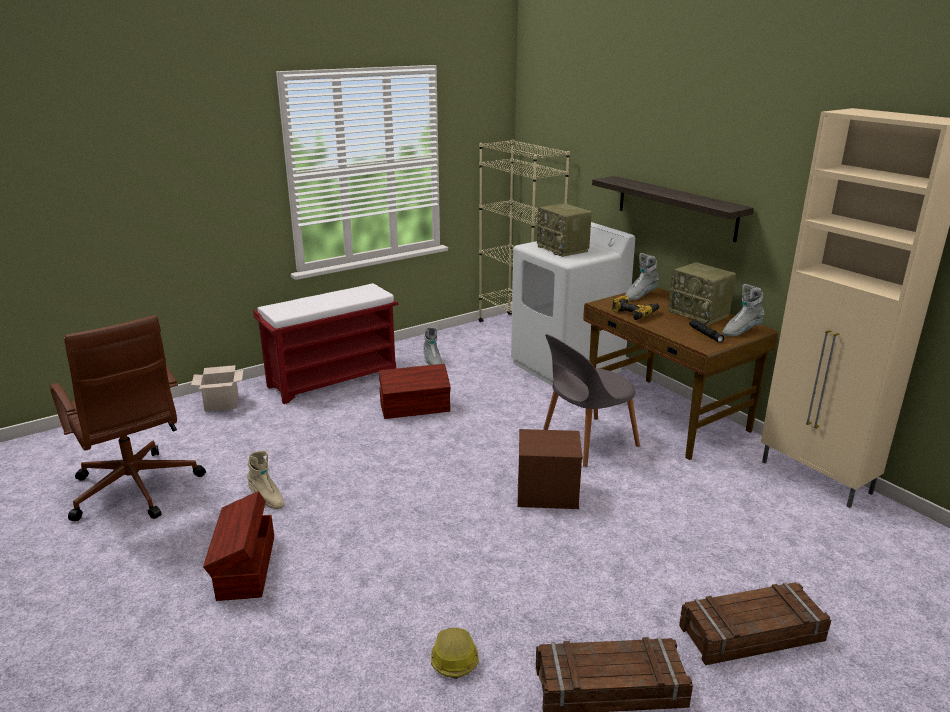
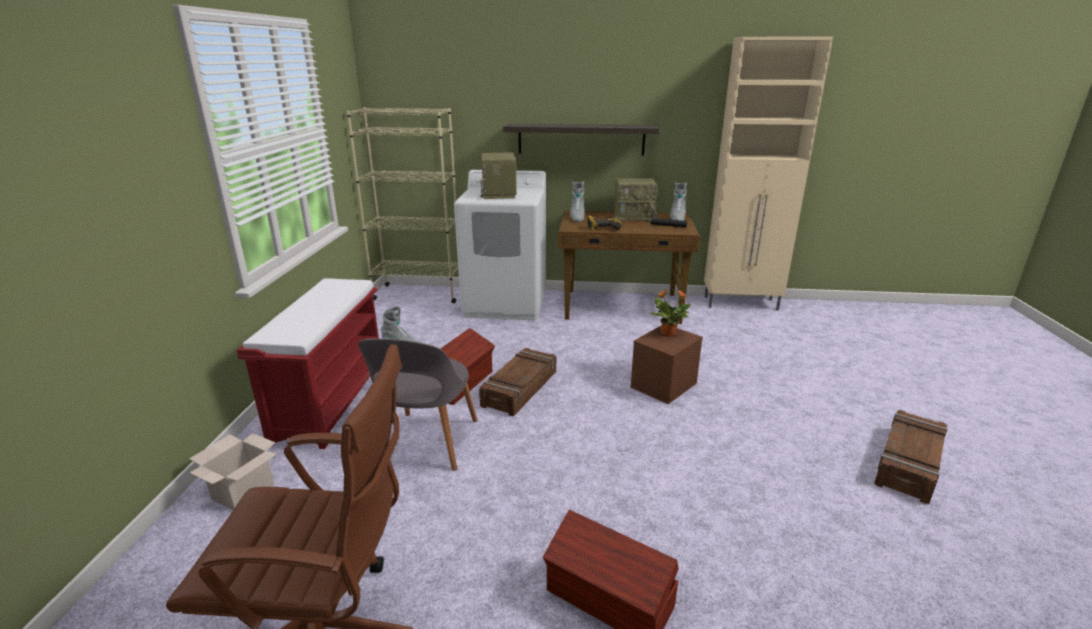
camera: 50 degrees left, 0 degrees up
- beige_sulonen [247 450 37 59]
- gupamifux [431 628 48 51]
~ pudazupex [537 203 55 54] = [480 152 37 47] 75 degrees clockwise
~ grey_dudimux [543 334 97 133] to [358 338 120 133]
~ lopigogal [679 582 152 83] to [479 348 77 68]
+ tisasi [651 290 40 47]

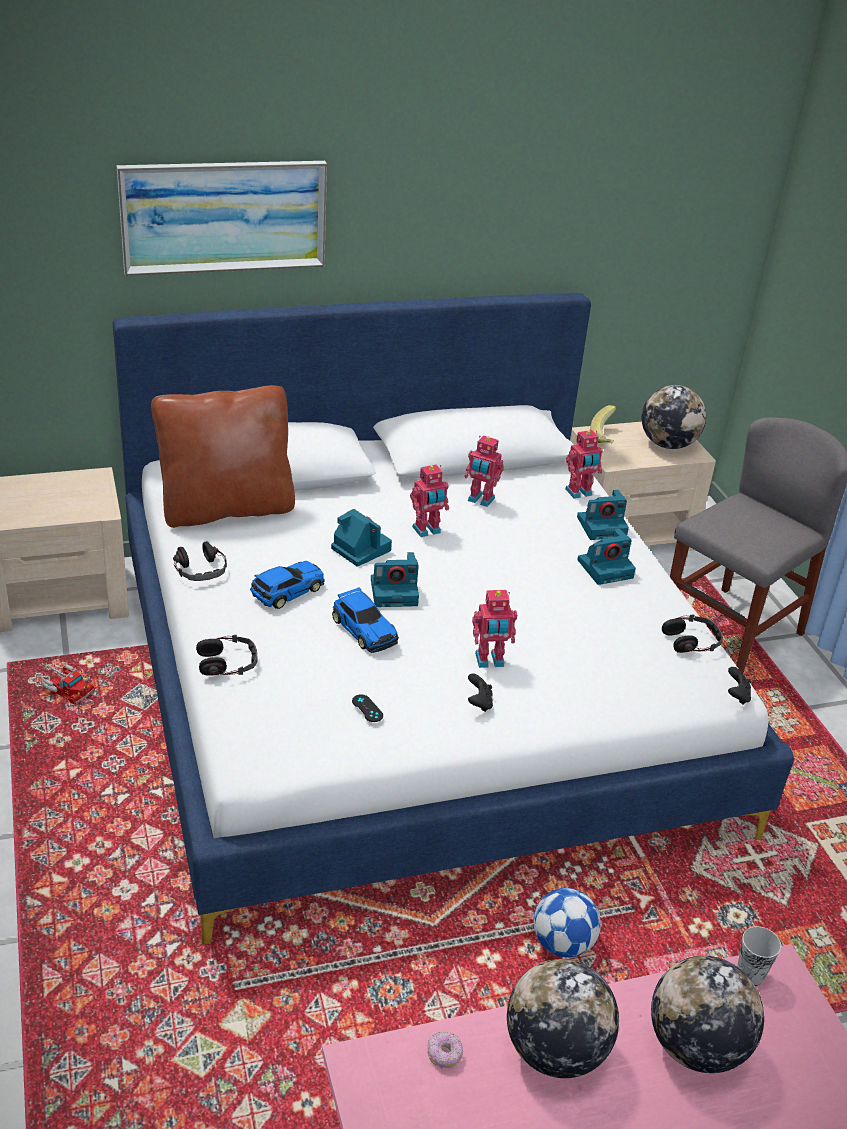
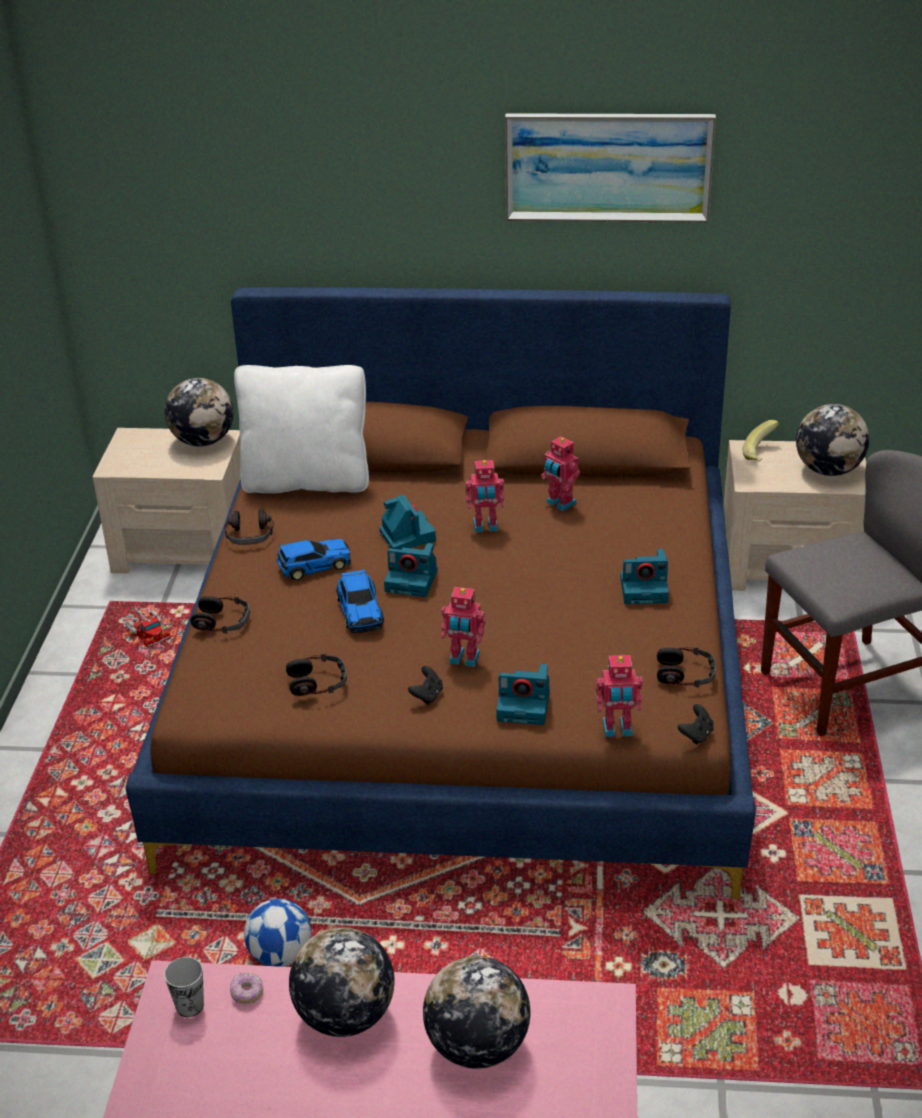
camera: 25 degrees right, 0 degrees up
~ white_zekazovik [113 293 681 652] to brown_zekazovik [126 287 630 612]
~ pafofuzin [117 161 210 115] to [505 113 211 110]
~ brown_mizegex [151 385 144 143] to white_mizegex [234 365 135 128]
~ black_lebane [352 694 31 28] to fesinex [286 654 61 42]
~ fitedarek [534 888 67 70] to [244 899 67 68]
~ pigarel [565 430 38 69] to [596 655 47 82]
~ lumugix [577 490 52 50] to [496 664 54 61]
~ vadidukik [737 926 44 60] to [164 957 40 60]
+ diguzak [165 378 69 69]

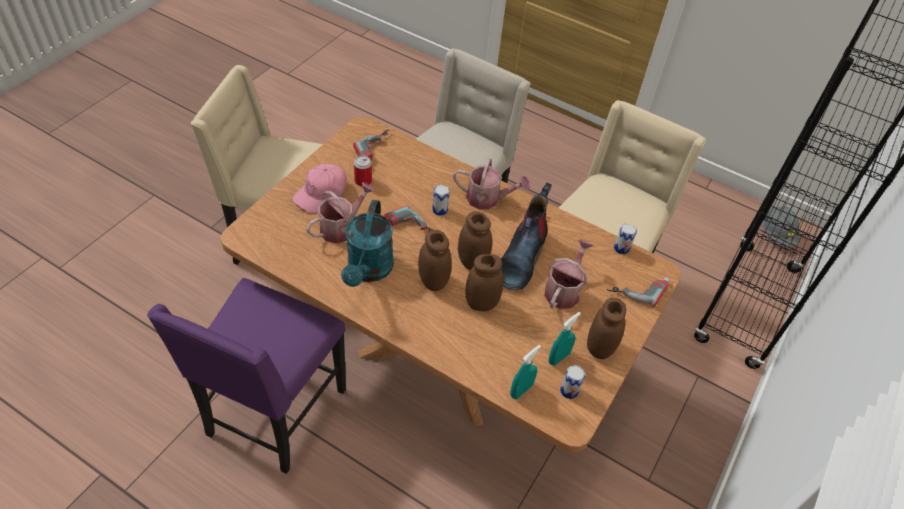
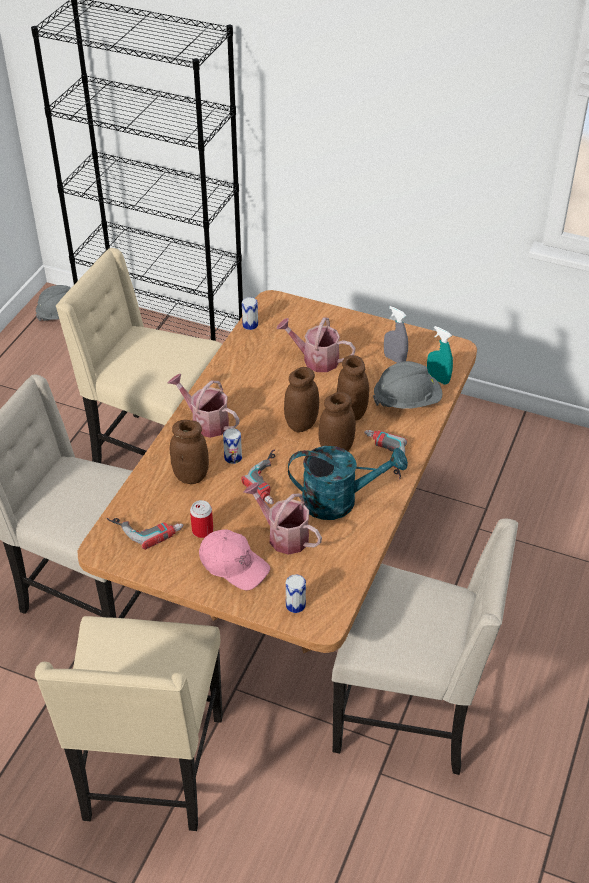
camera: 95 degrees left, 5 degrees down
~ purple_dudimux [147 278 199 196] to beige_dudimux [332 519 186 256]
~ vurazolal [453 159 77 50] = [168 374 71 64] 60 degrees counterclockwise
- sulonen [501 183 51 107]
~ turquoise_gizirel [549 312 32 54] to grey_gizirel [384 306 24 57]
~ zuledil [560 365 25 34] to [286 574 20 39]
~ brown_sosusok [587 298 39 61] to [170 420 39 64]
~ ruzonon [607 277 63 30] to [364 430 43 50]
+ grey_gupamifux [373 361 69 48]

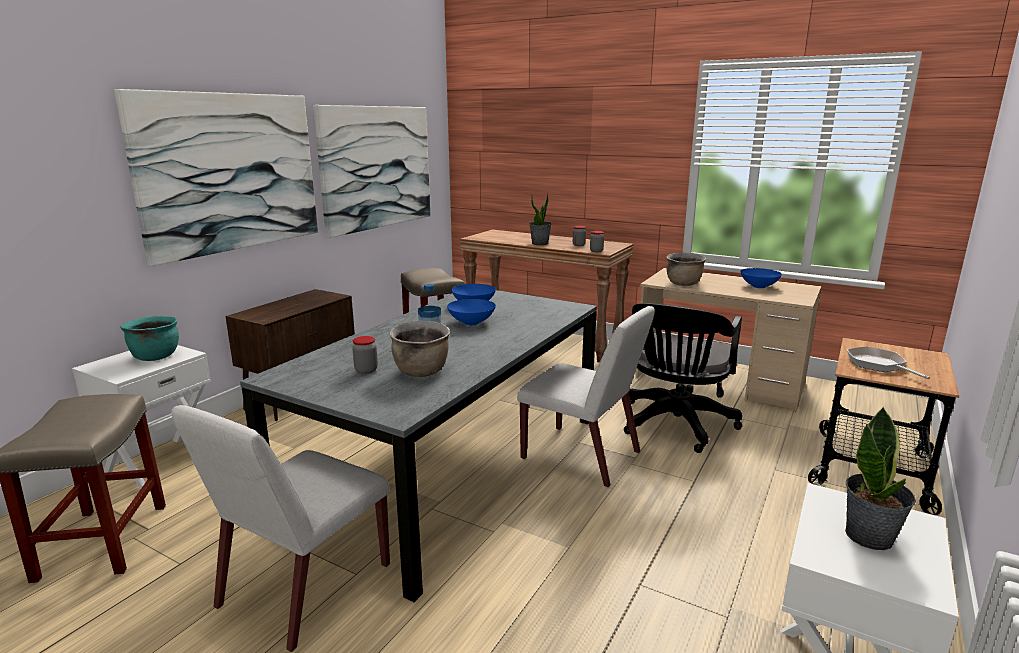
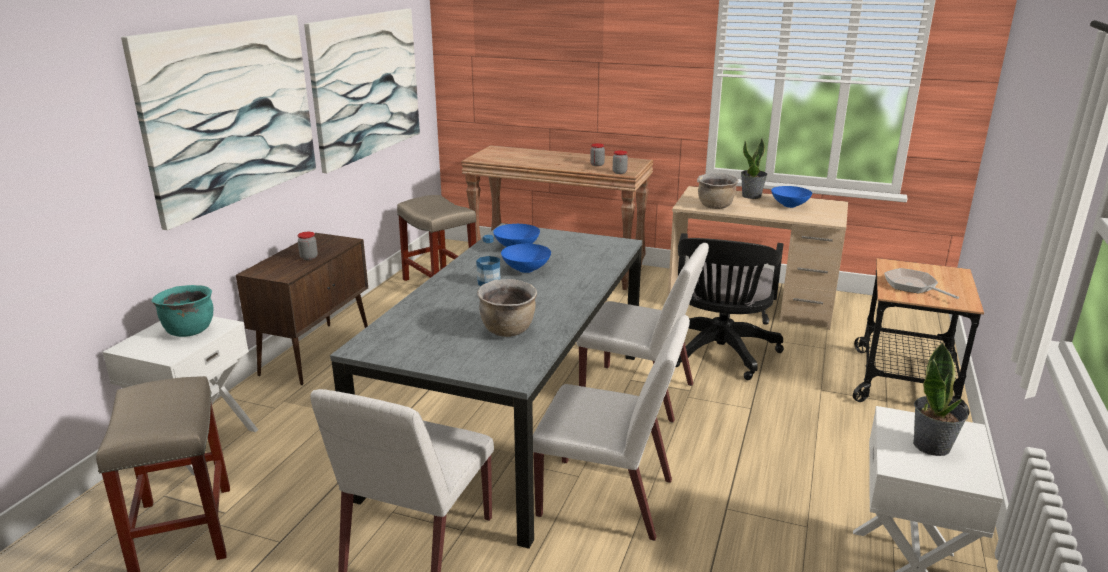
camera: 10 degrees left, 5 degrees up
~ sosusok [352 336 26 38] to [298 232 20 28]
~ tisasi [529 193 23 52] to [741 138 27 61]
+ white_dudimux [533 315 157 226]

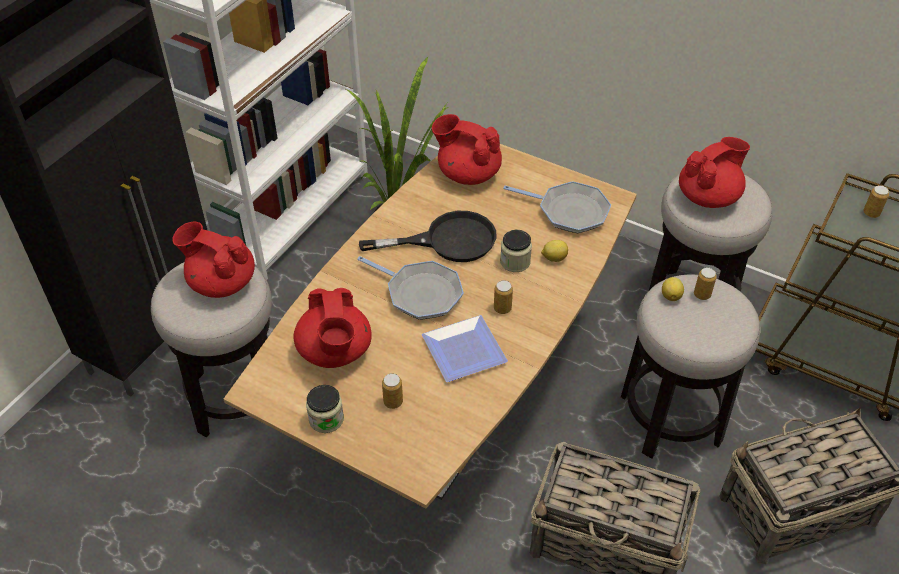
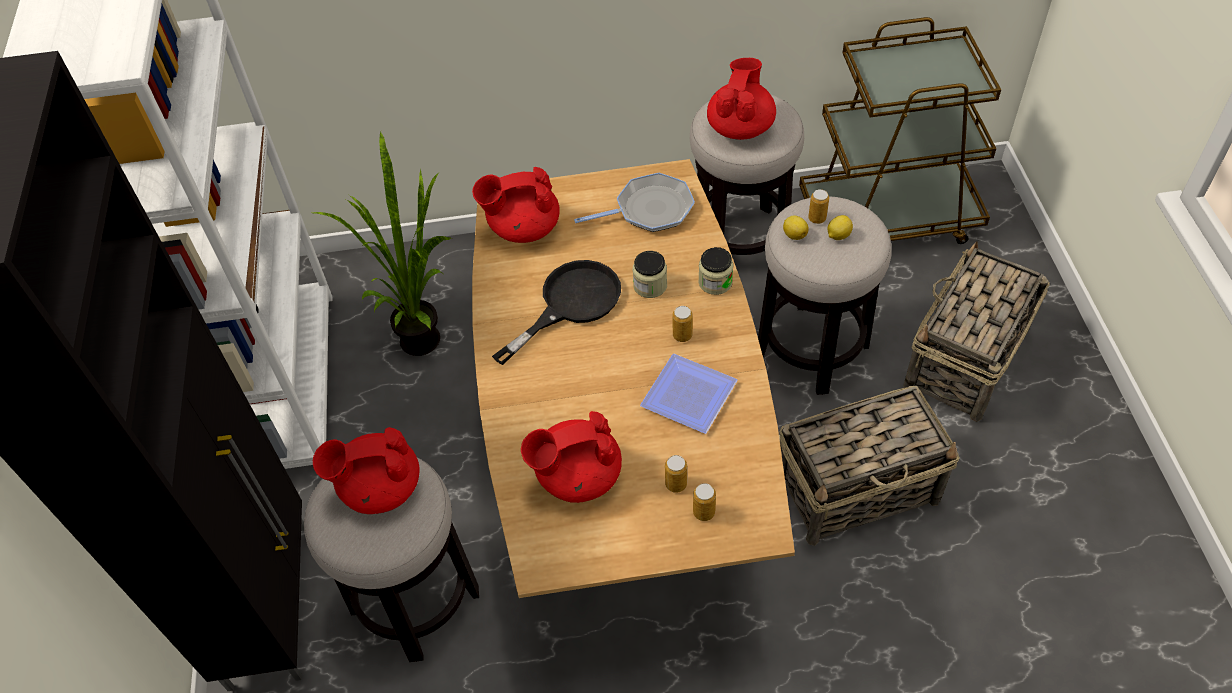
camera: 35 degrees left, 5 degrees up
~ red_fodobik [294 288 78 80] = [521 411 101 92] 120 degrees clockwise
~ sosusok [306 385 38 48] to [698 247 35 48]
- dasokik [357 256 107 64]
~ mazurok [541 240 27 22] to [828 215 25 25]
~ zuledil [863 185 26 33] to [693 483 23 38]

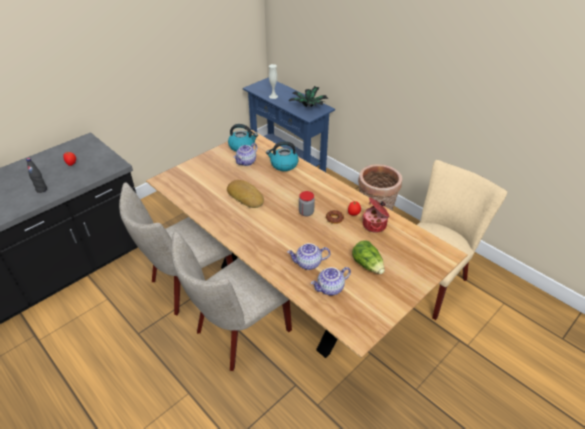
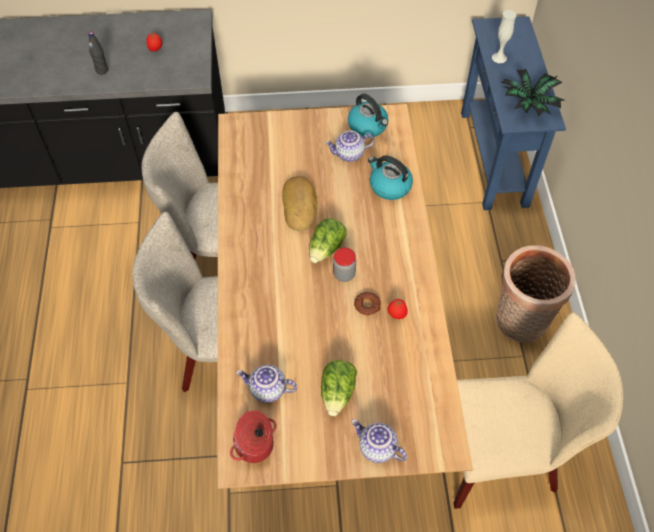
camera: 40 degrees right, 15 degrees up
~ fodobik [287 243 43 27] to [352 419 55 44]
~ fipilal [362 198 28 35] to [230 410 47 53]
+ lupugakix [309 218 38 45]

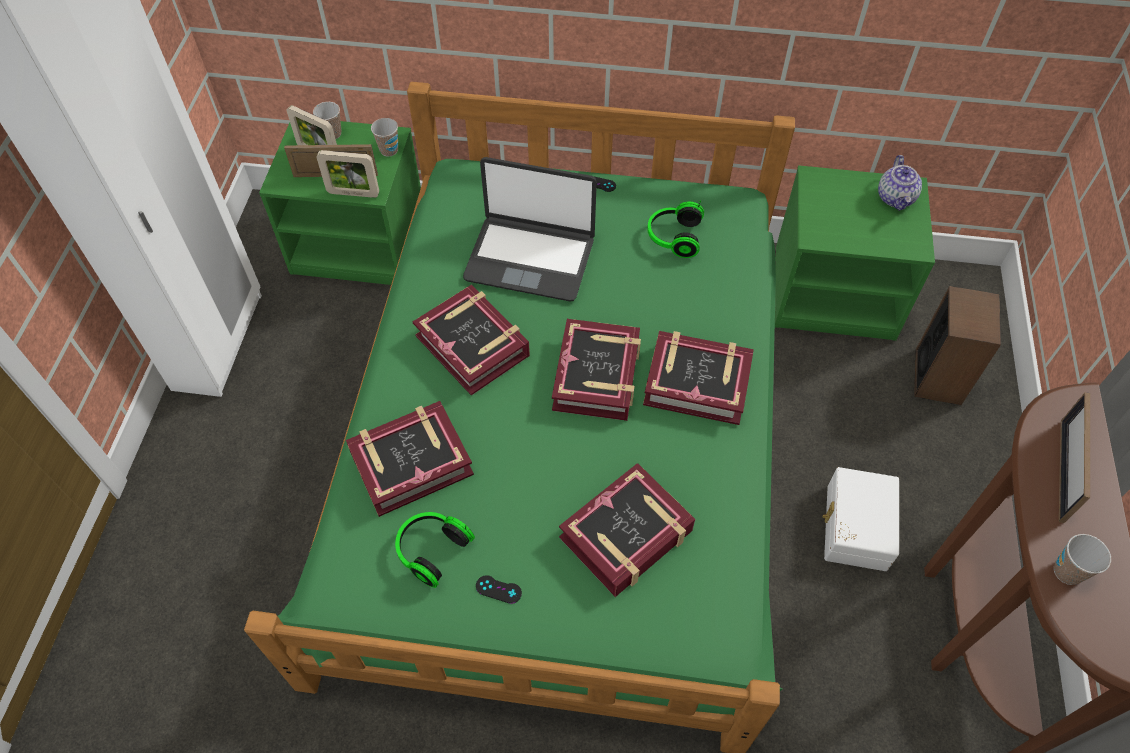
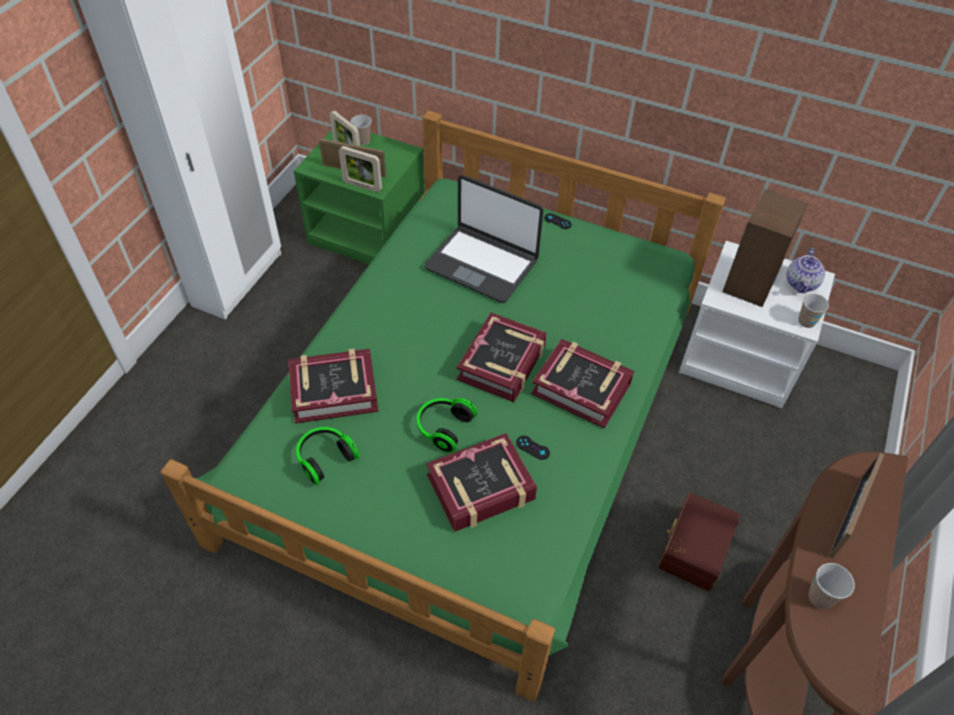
camera: 15 degrees right, 5 degrees down
~ vadidukik [371 118 27 39] to [798 293 31 35]
- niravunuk [413 285 117 111]
~ black_lebane [476 575 46 29] to [516 436 34 24]
~ fesinex [647 200 57 58] to [417 398 61 55]
~ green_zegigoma [775 165 160 176] to white_zegigoma [679 241 156 167]
~ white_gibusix [823 467 76 104] to brown_gibusix [658 492 82 99]
~ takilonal [914 286 87 119] to [723 189 84 118]

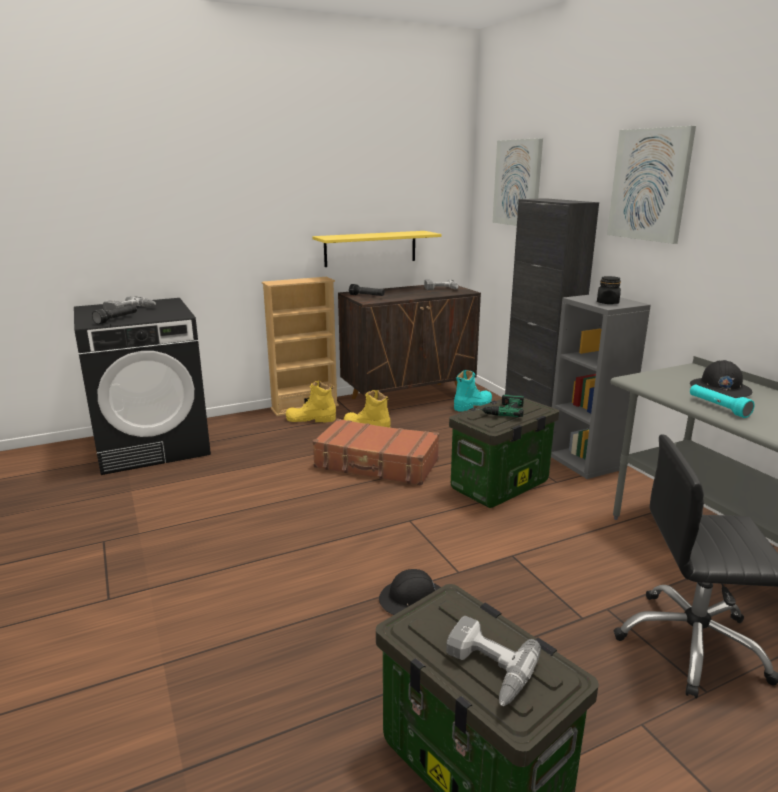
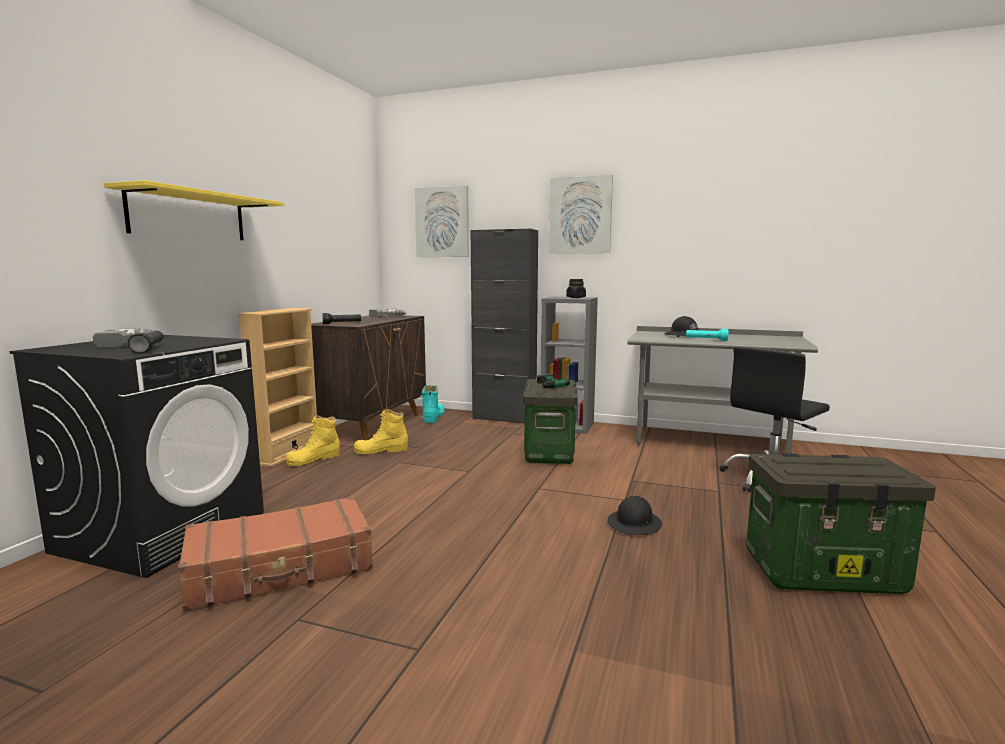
camera: 45 degrees left, 10 degrees down
~ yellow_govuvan [312 231 129 36] to [104 180 180 60]
~ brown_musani [312 419 127 67] to [178 496 195 116]
- ruzonon [446 616 95 90]

